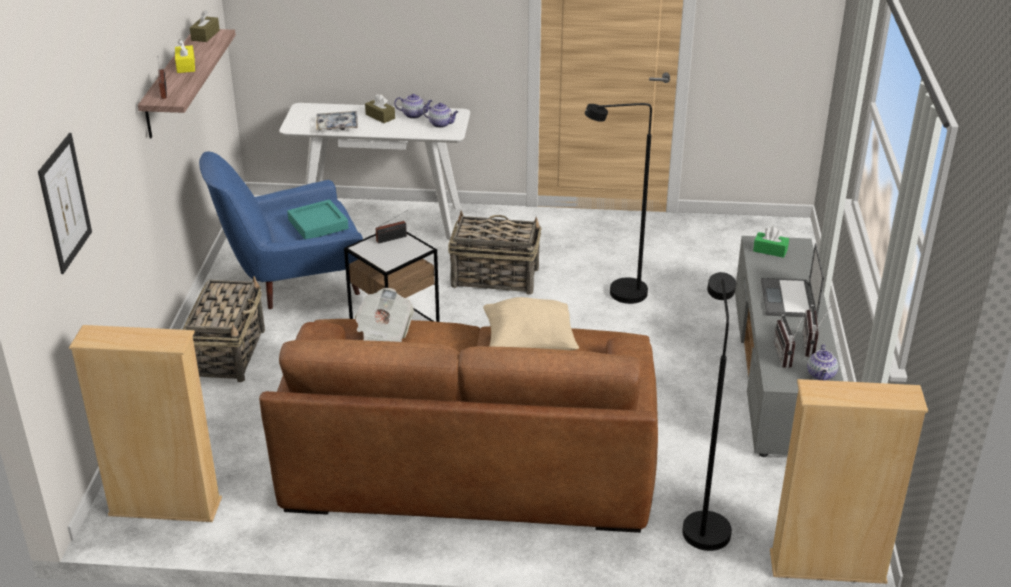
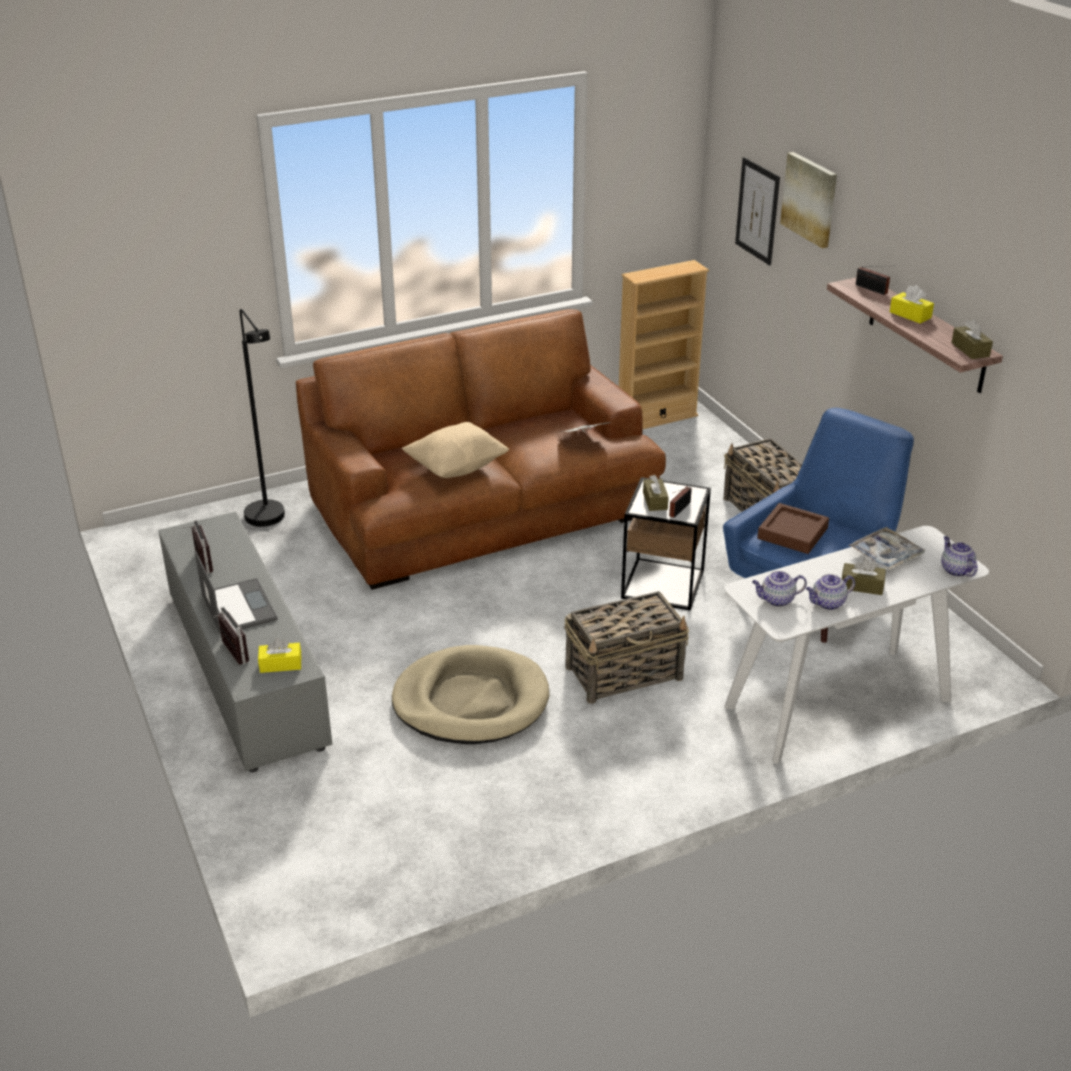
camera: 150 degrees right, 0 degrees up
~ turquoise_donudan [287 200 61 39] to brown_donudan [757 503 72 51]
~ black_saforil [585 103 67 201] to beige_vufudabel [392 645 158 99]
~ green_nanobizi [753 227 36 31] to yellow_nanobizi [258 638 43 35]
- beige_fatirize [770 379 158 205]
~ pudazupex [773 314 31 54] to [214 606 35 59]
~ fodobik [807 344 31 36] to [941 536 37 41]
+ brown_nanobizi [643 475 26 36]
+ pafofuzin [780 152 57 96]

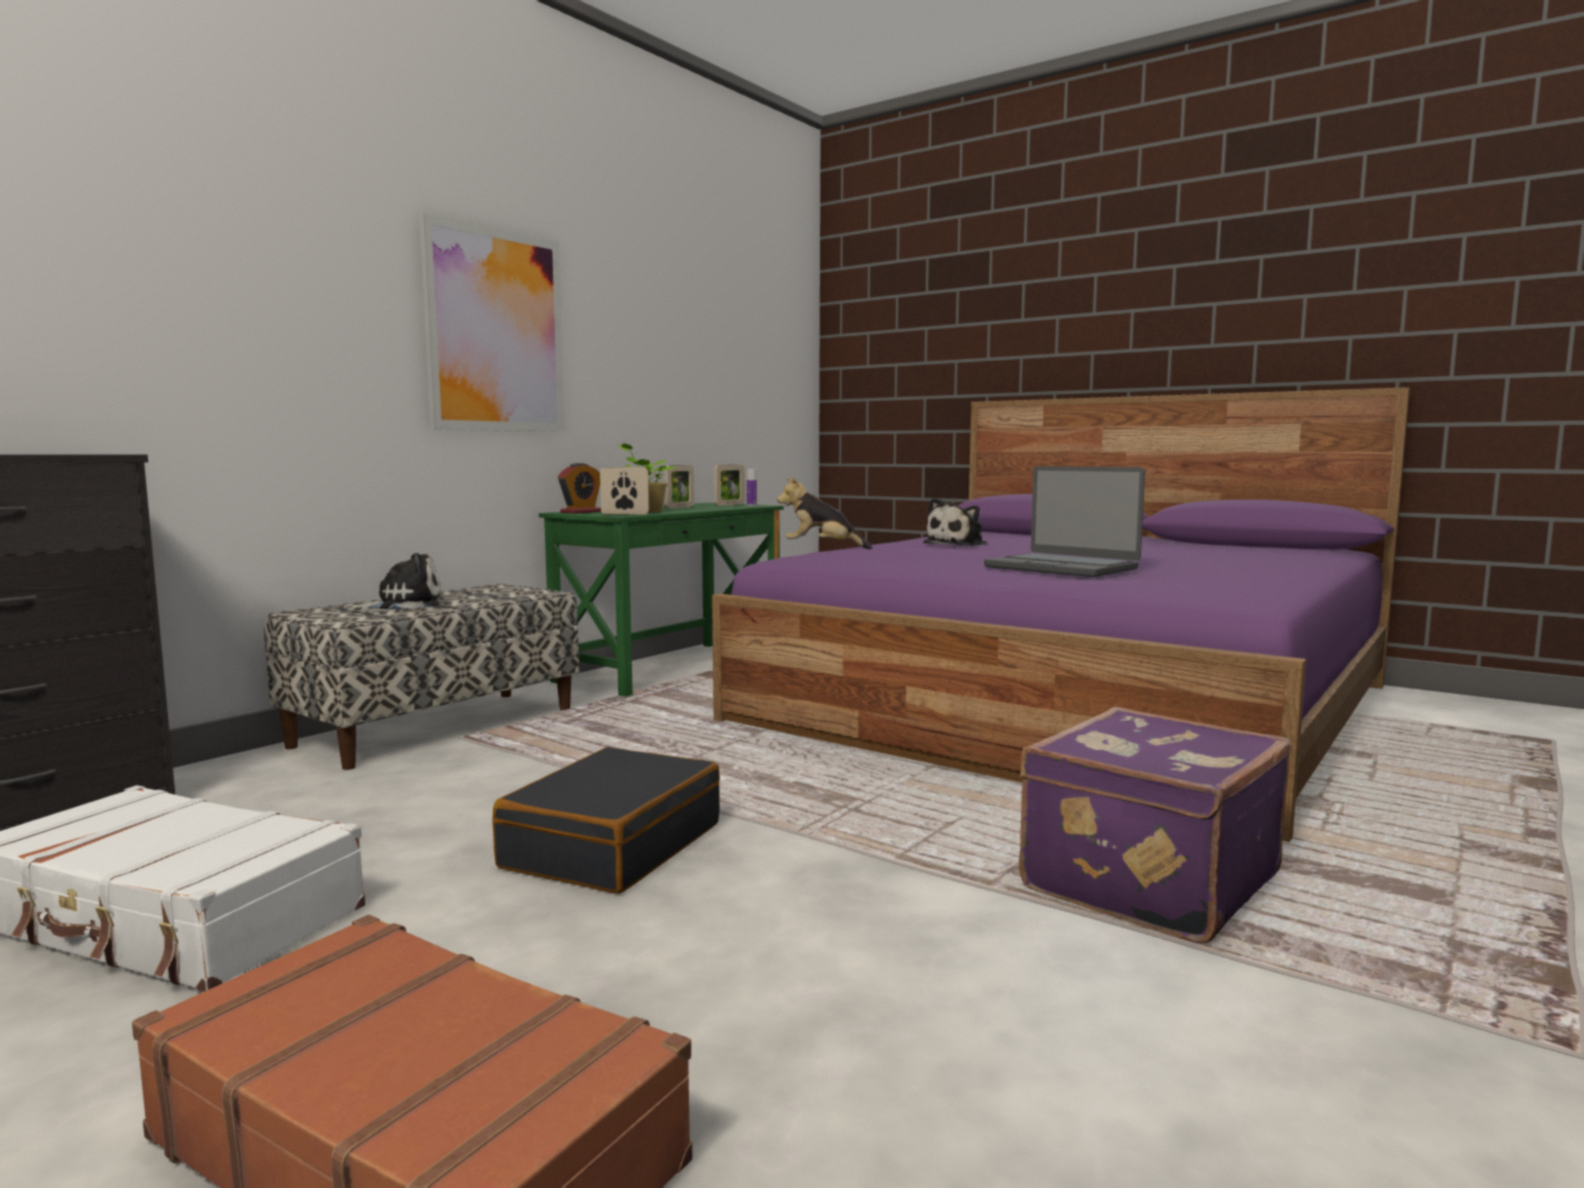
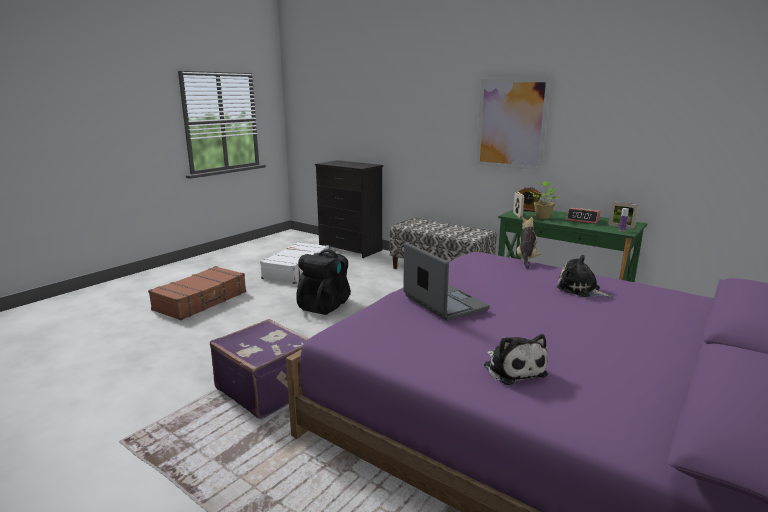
camera: 90 degrees right, 10 degrees up
~ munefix [351 553 90 56] to [484 334 64 51]
~ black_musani [492 747 228 147] to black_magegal [296 249 55 66]
~ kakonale [664 465 30 44] to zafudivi [566 208 35 16]
~ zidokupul [984 466 161 111] = [403 243 87 78] 105 degrees clockwise

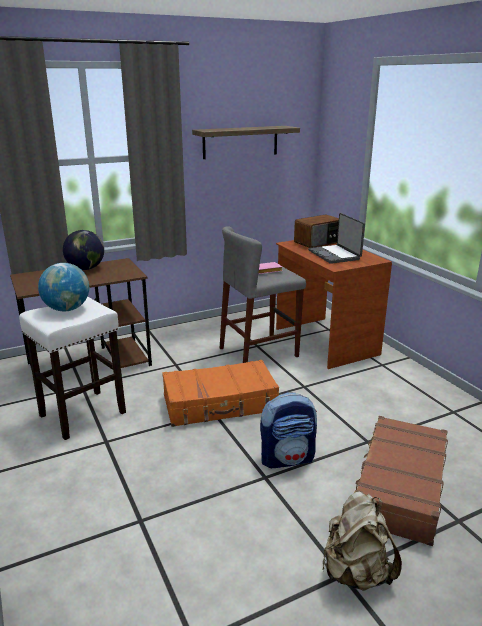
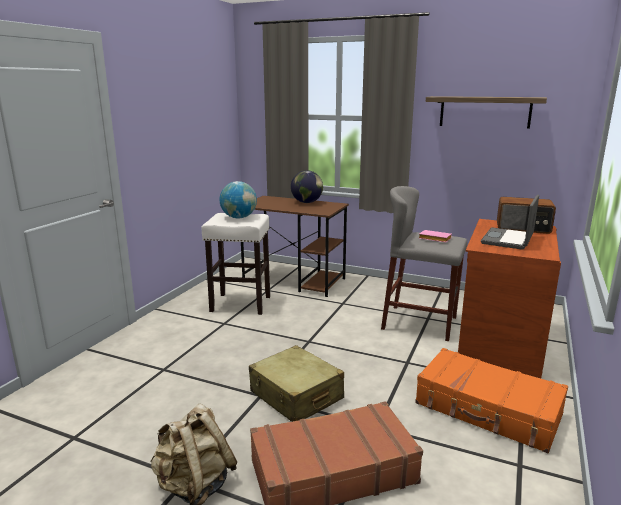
camera: 50 degrees right, 5 degrees down
~ orange_musani [162 360 117 67] to [415 348 153 105]
~ magegal [260 392 57 76] to beige_musani [249 345 95 77]

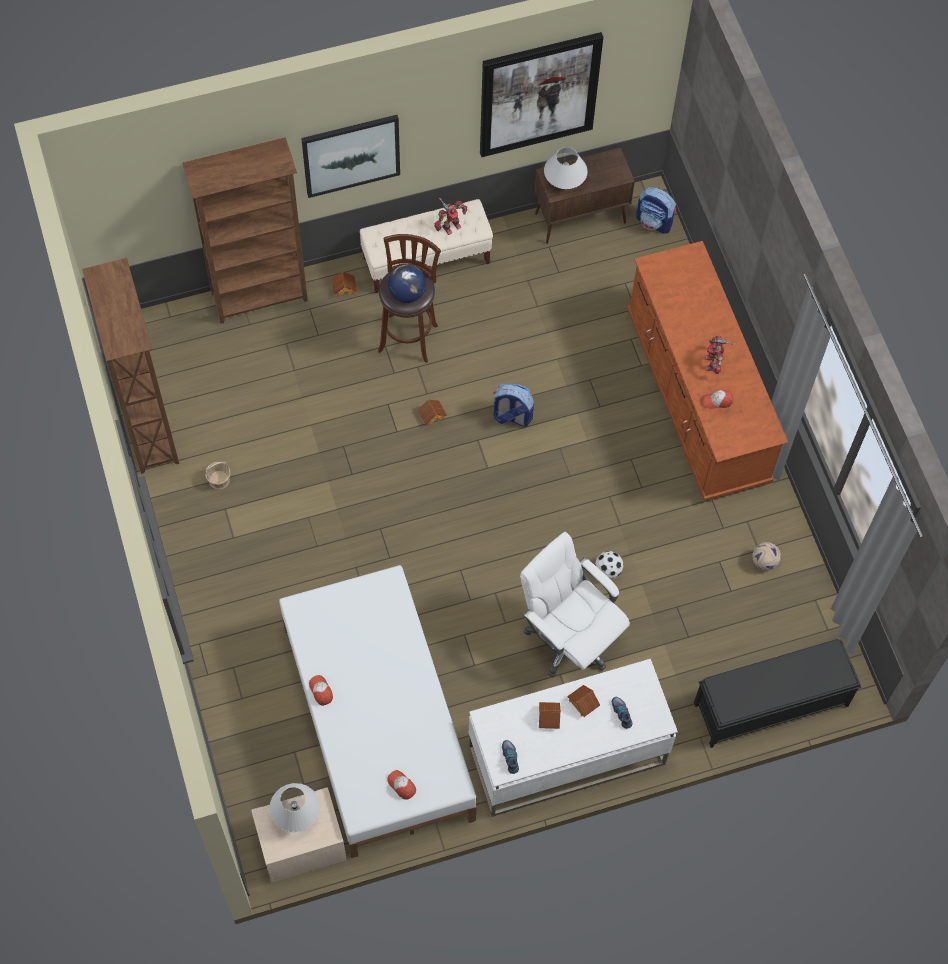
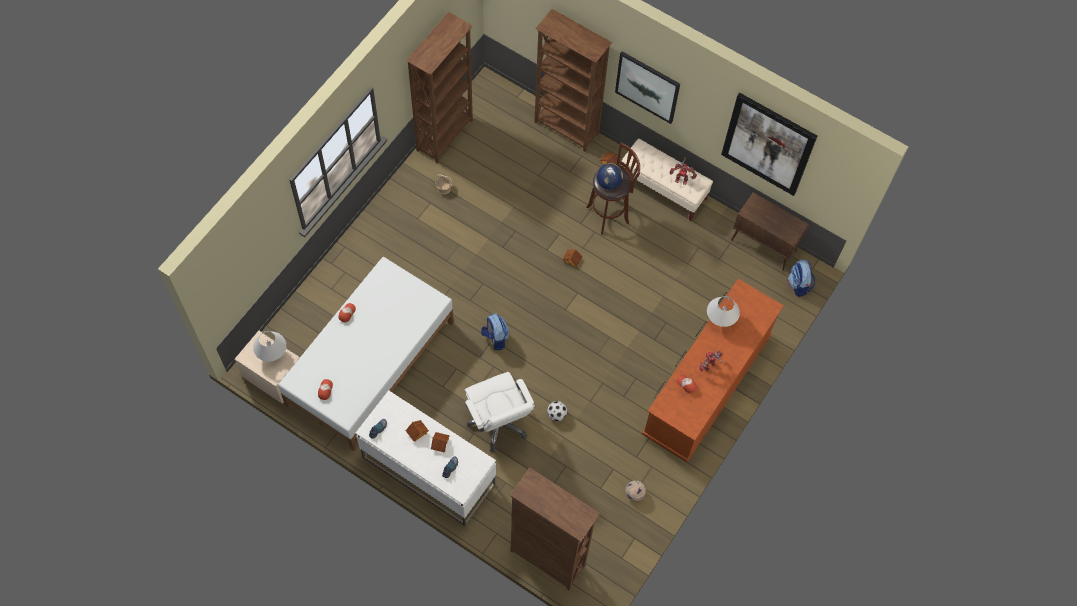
camera: 50 degrees right, 0 degrees up
~ magegal [493 384 41 43] to [481 313 28 37]
~ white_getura [520 532 110 146] = [465 372 70 80] 150 degrees clockwise
~ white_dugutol [544 147 44 42] to [707 296 33 31]
~ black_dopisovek [694 639 167 109] to brown_fatirize [510 467 90 123]

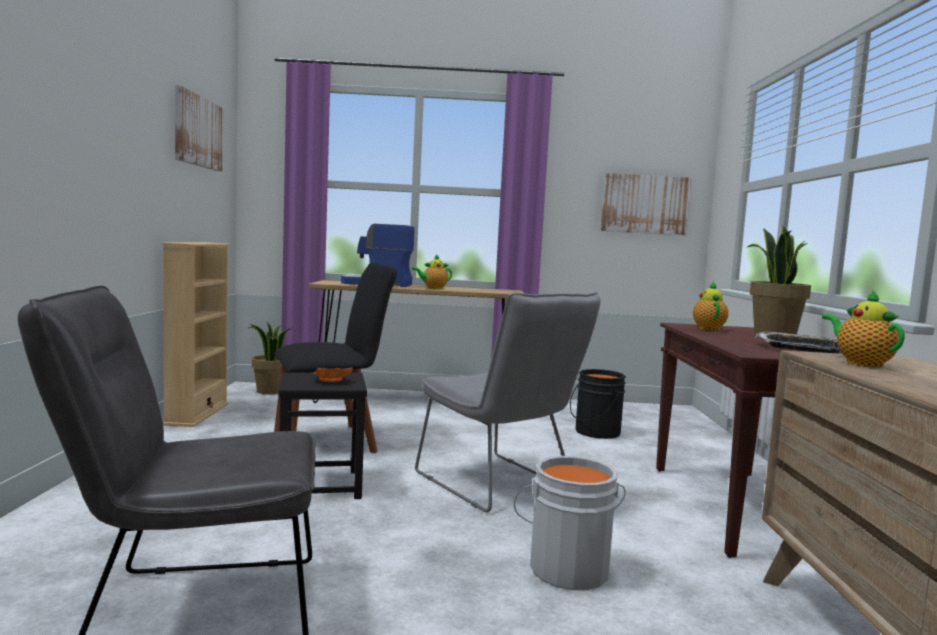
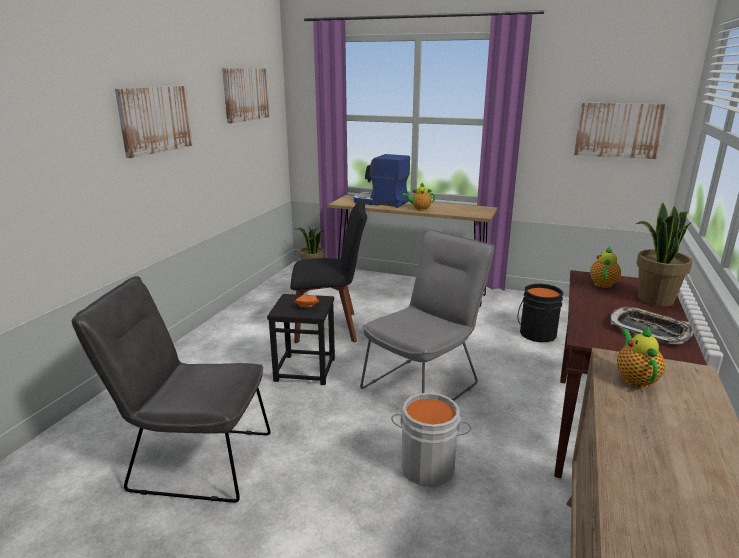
camera: 20 degrees right, 15 degrees up
- beige_fatirize [163 242 67 185]
~ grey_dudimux [415 292 186 220] = [360 229 134 172] 120 degrees counterclockwise
+ pafofuzin [115 86 78 72]

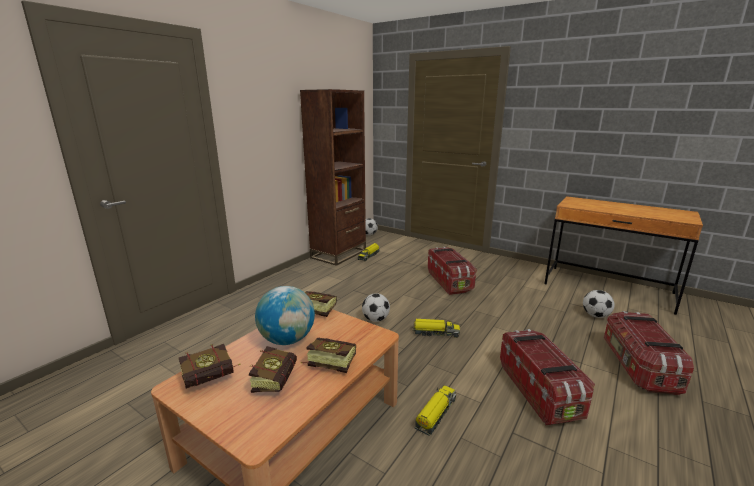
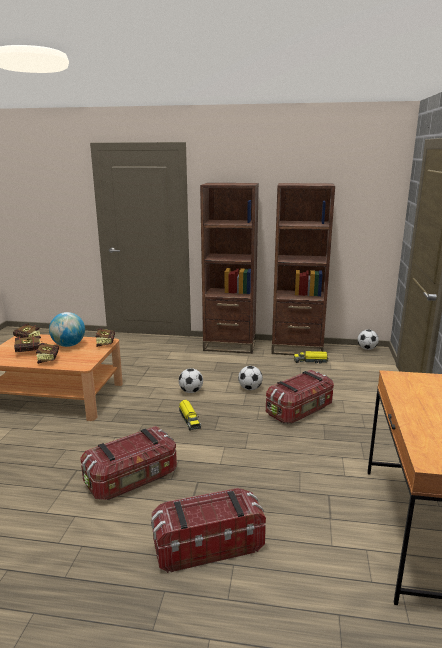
camera: 65 degrees right, 0 degrees up
- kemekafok [414 385 42 51]
~ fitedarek [583 290 32 28] to [238 366 25 24]
+ brown_fatirize [200 183 59 171]

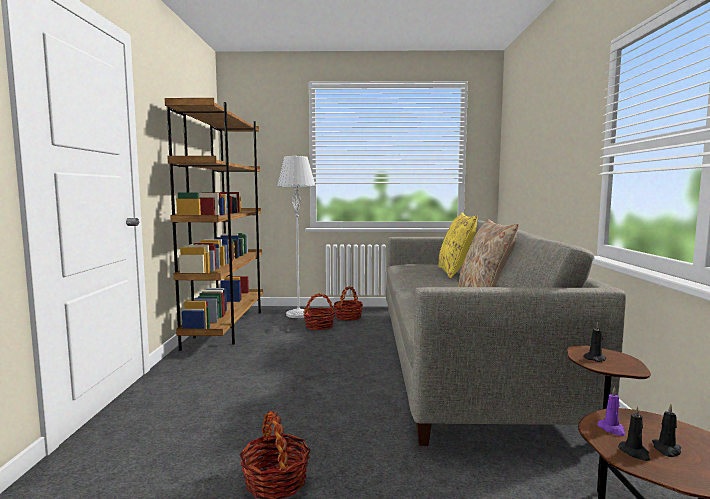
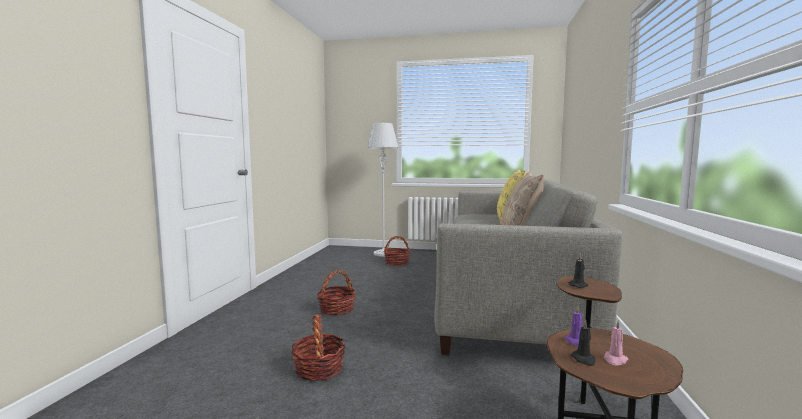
camera: 10 degrees right, 0 degrees up
- brown_fatirize [165 98 98 253]
~ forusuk [334 286 29 35] to [317 270 39 45]
~ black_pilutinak [652 404 29 53] to pink_pilutinak [604 320 24 46]

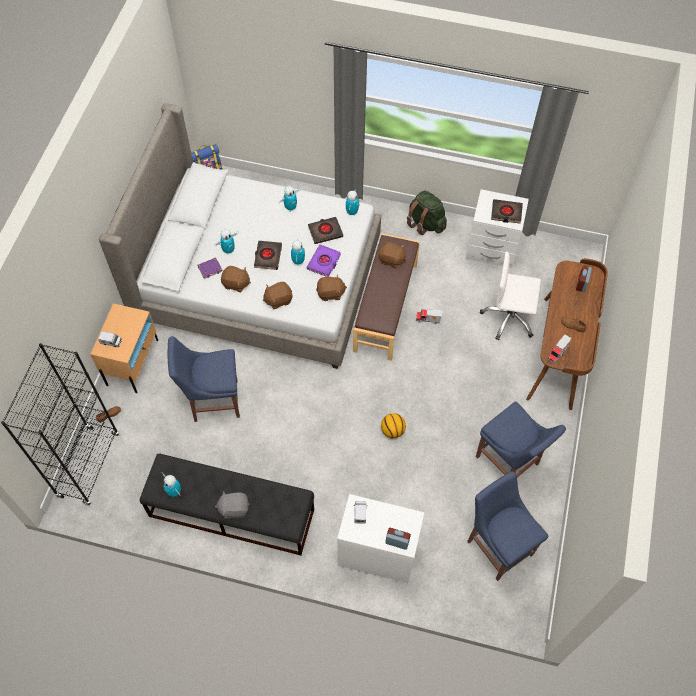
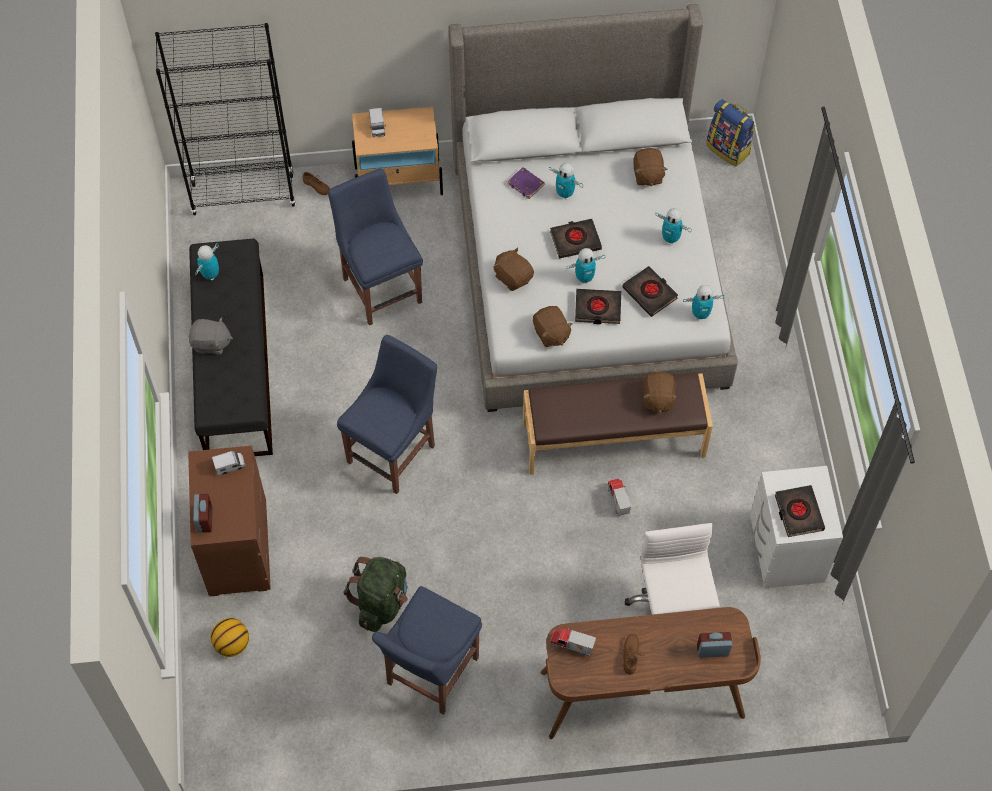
camera: 70 degrees right, 0 degrees up
~ grey_munefix [215 491 35 28] = [189 317 44 38] 120 degrees clockwise
~ brown_munefix [221 266 30 27] to [633 148 35 38]
~ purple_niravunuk [307 245 34 32] to black_niravunuk [575 289 46 35]
~ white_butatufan [337 494 87 89] to brown_butatufan [188 446 83 151]
~ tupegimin [381 413 25 26] to [211 618 38 39]
~ green_magegal [407 190 40 45] to [344 557 64 75]
~ blue_dudimux [467 471 81 110] to [337 335 100 159]

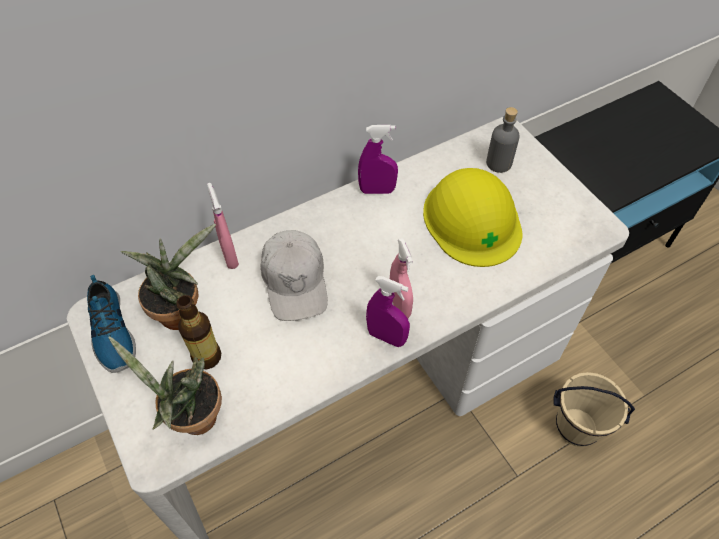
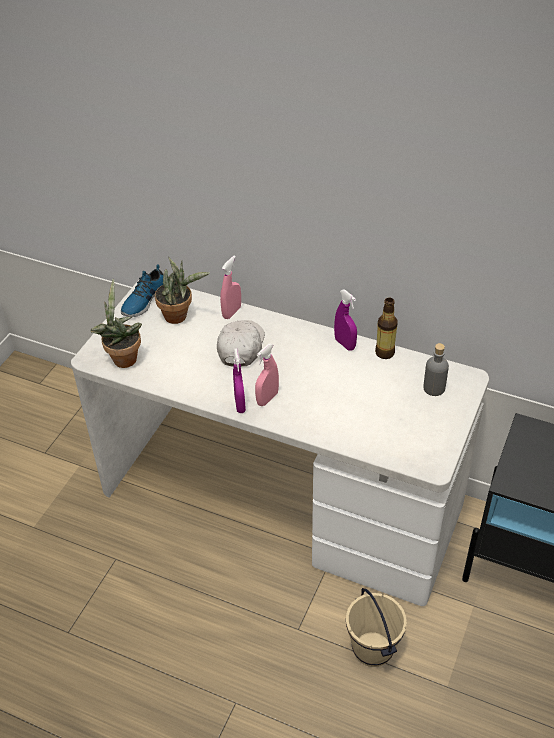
camera: 55 degrees right, 10 degrees down
~ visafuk [176 295 45 75] to [375 298 23 61]
~ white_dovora [261 230 67 91] = [217 320 48 47] 150 degrees clockwise
- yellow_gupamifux [423 168 99 99]

